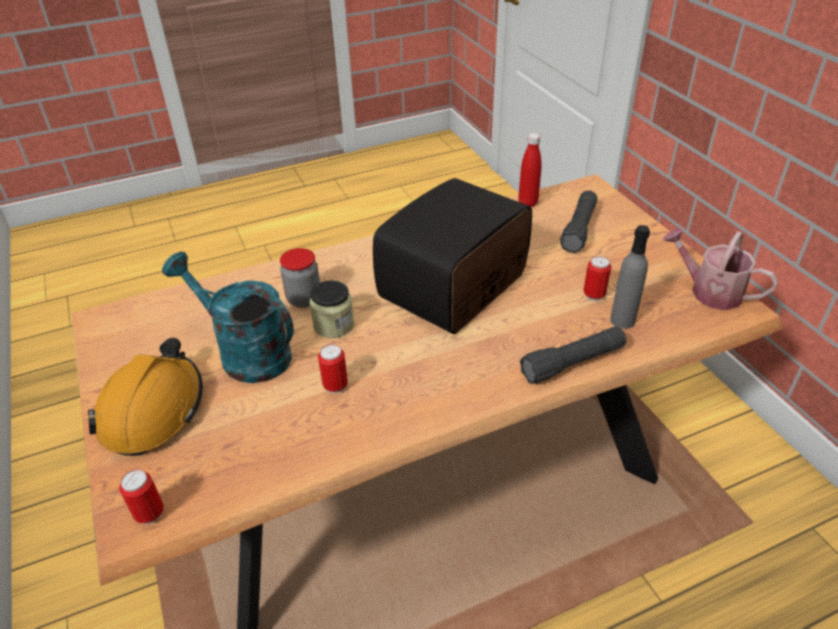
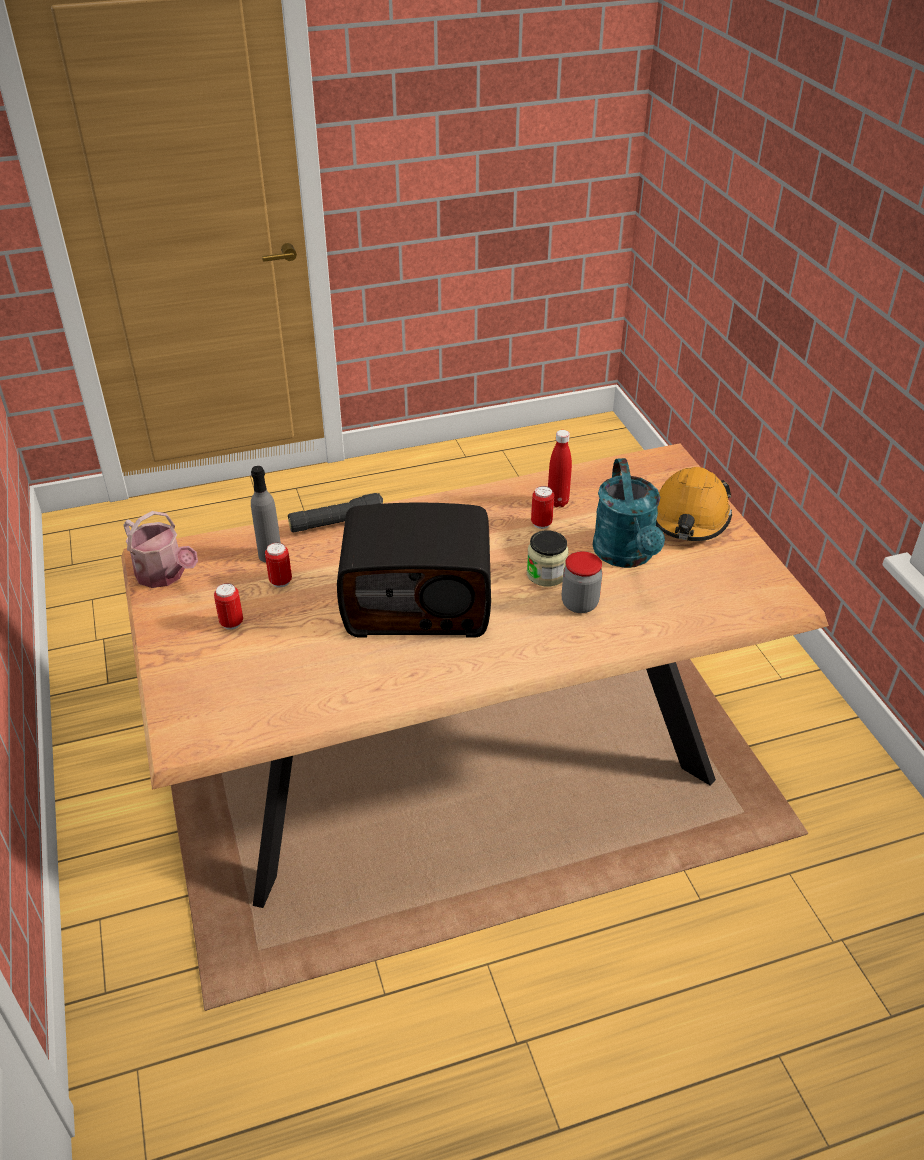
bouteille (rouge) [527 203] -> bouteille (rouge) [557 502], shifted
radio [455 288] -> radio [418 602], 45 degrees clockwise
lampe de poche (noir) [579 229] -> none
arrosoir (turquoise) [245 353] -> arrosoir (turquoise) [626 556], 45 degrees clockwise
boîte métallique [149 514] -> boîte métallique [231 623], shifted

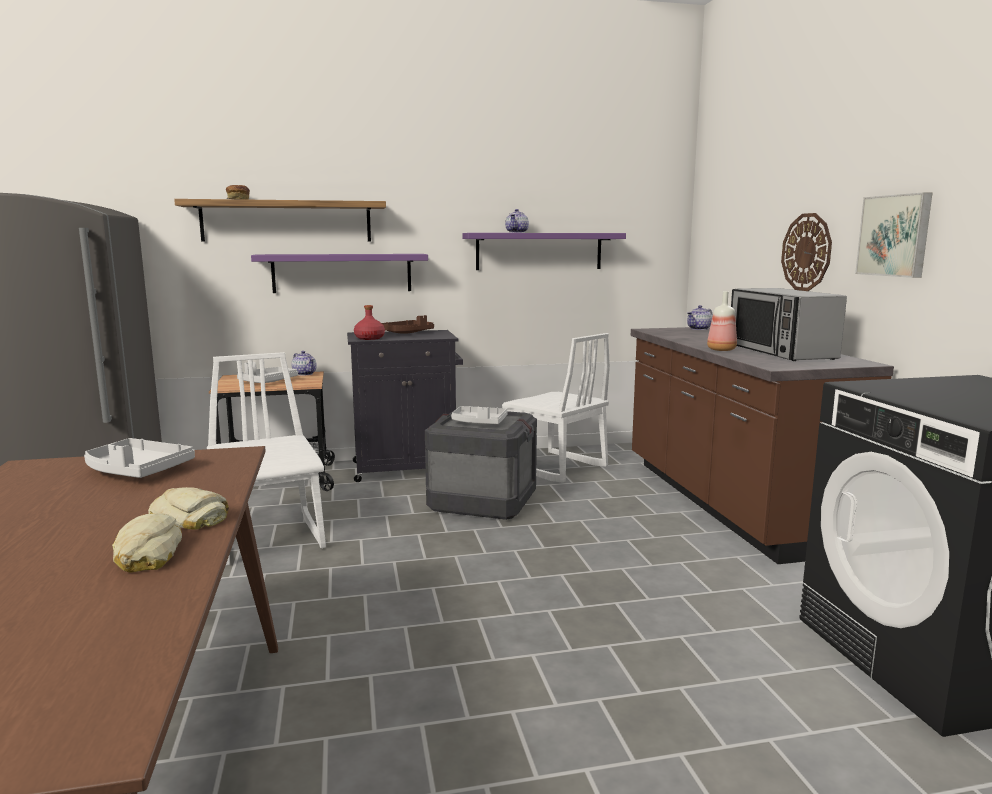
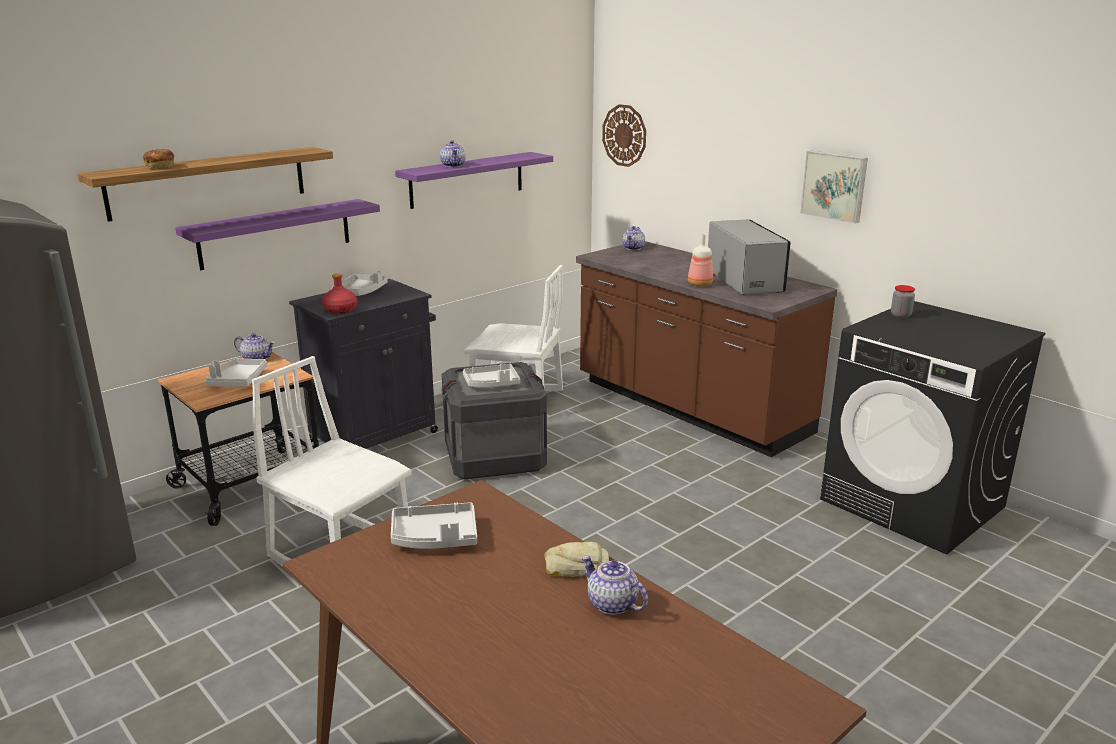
horloge murale [806 252] -> horloge murale [624 135], shifted
micro-ondes [780 352] -> micro-ondes [744 280], 150 degrees counterclockwise
plateau (marron) [407 333] -> plateau (gris) [360 292]
pain [146 554] -> théière [611 604]
none -> bocal [900 315]

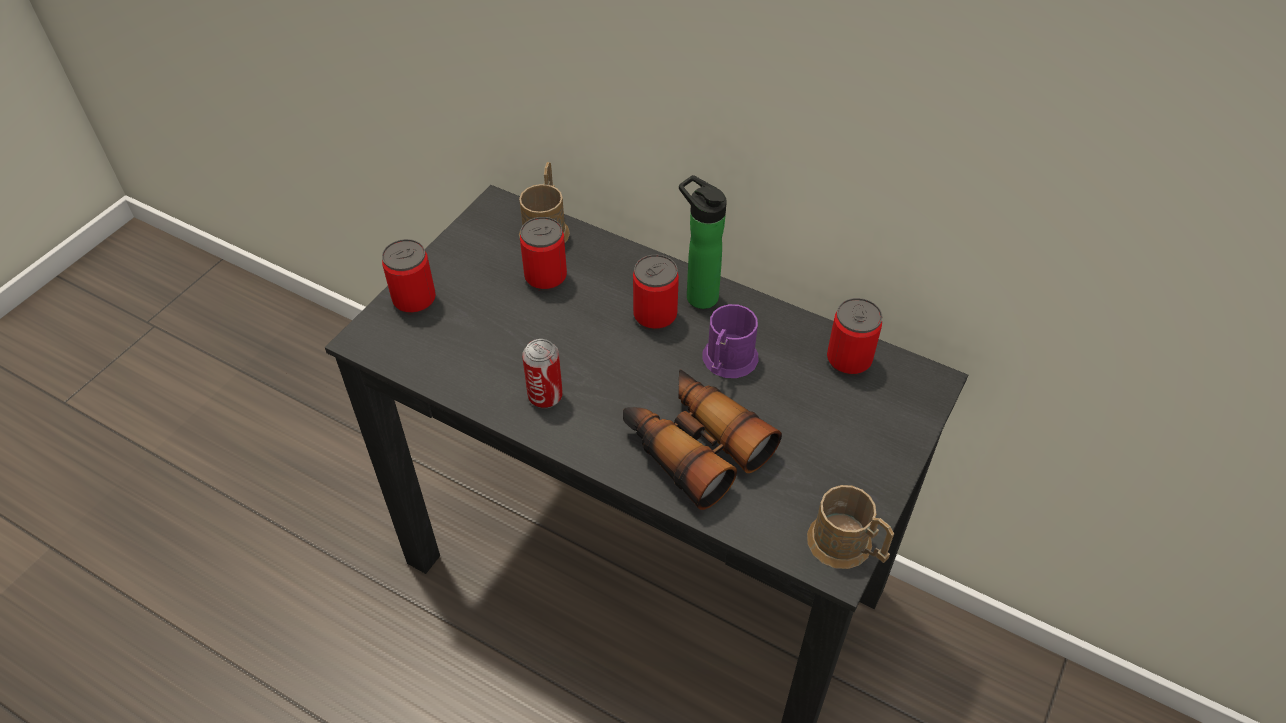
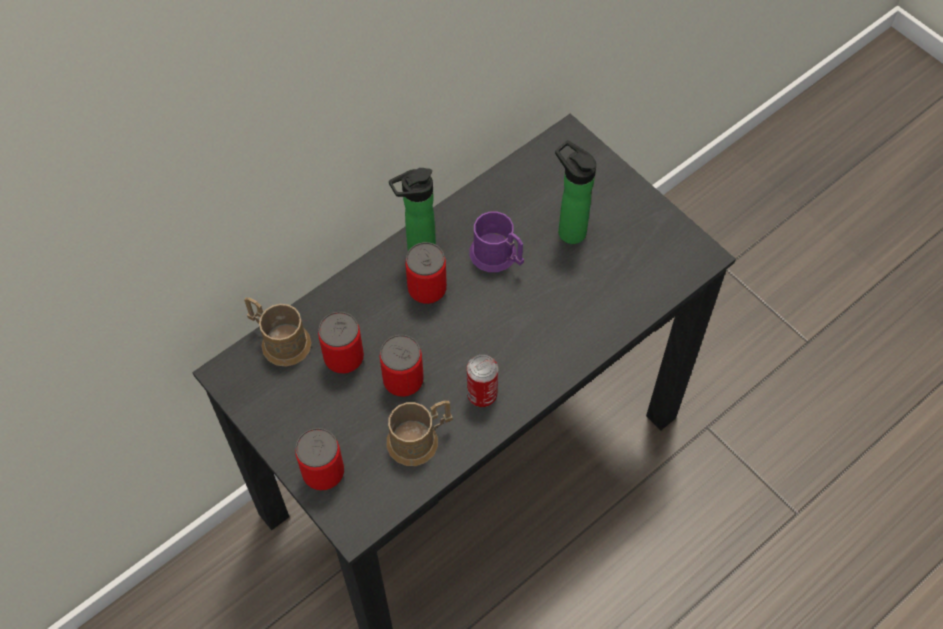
boîte métallique [848 360] -> boîte métallique [403 380], shifted
jumelles [694 446] -> none
mug (marron) [847 547] -> mug (marron) [420 439], shifted
none -> bouteille [568 230]

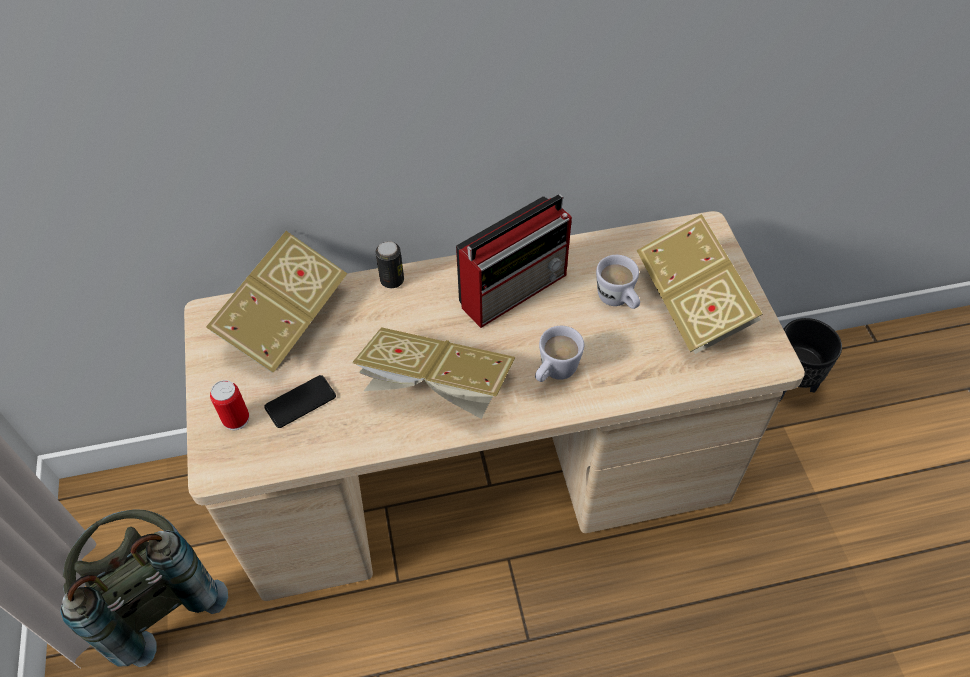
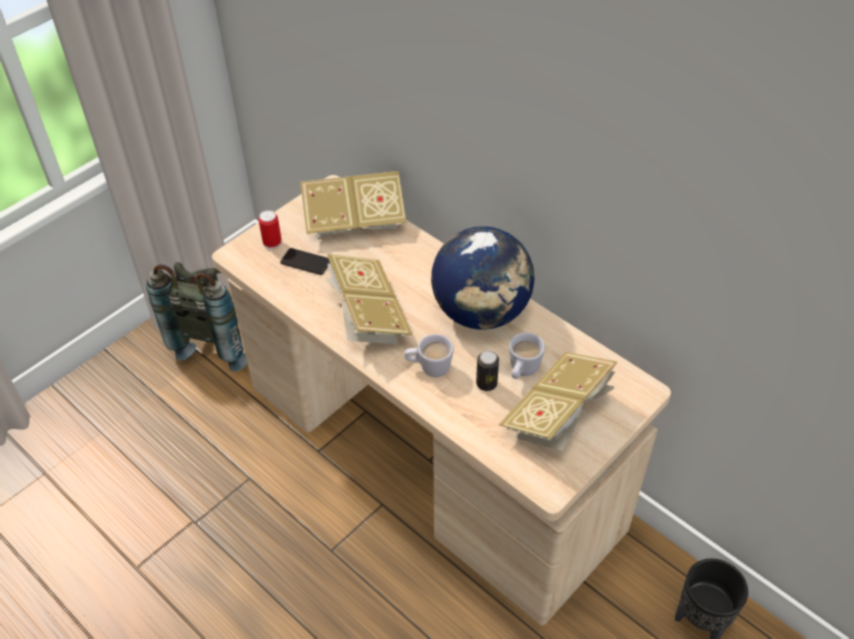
radio [515 288] -> globe [481 312]
boîte métallique [392 280] -> boîte métallique [486 383], shifted

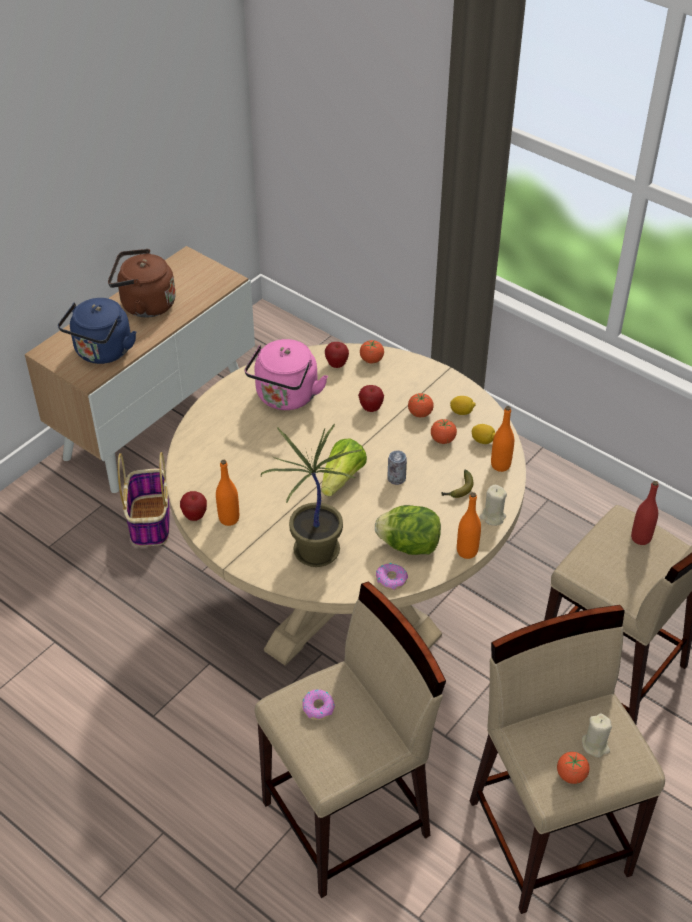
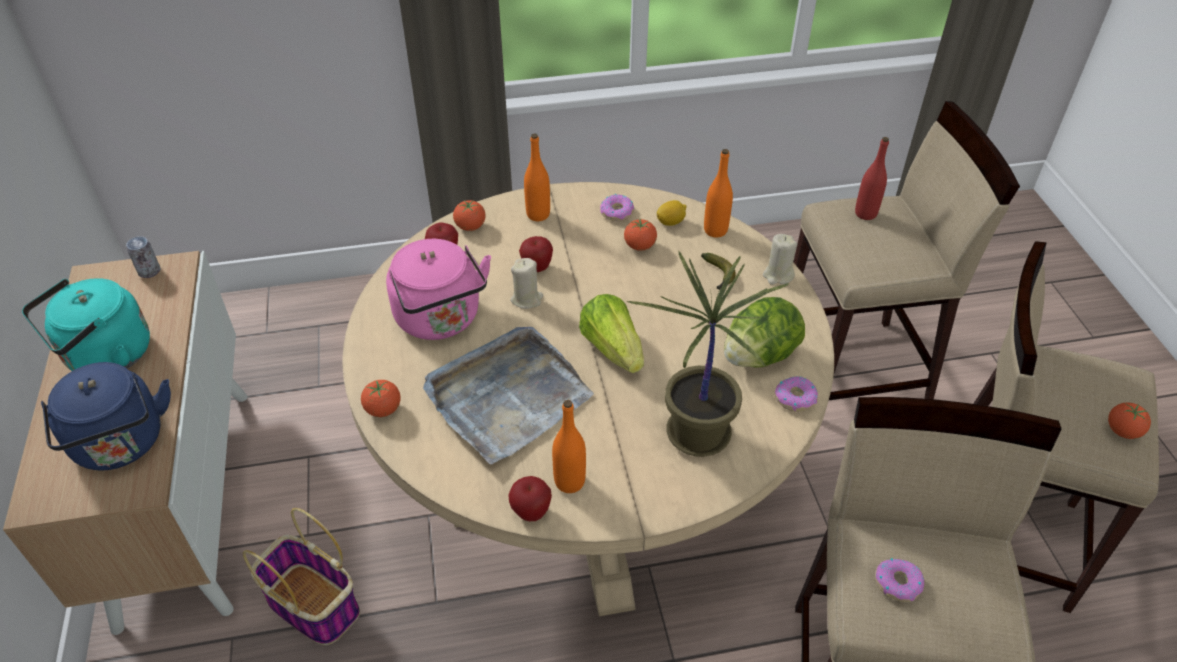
bouilloire (marron) [144 305] -> bouilloire (turquoise) [105 357]
tomate [420 413] -> tomate [383 409], shifted
citron [462 412] -> beignet [617 212]
boîte métallique [396 478] -> boîte métallique [149 271], shifted
bouteille (orange) [467 551] -> bouteille (orange) [538 214], shifted
bougie (beige) [595 745] -> bougie (beige) [527 299], shifted
none -> plateau (gris) [507 397]

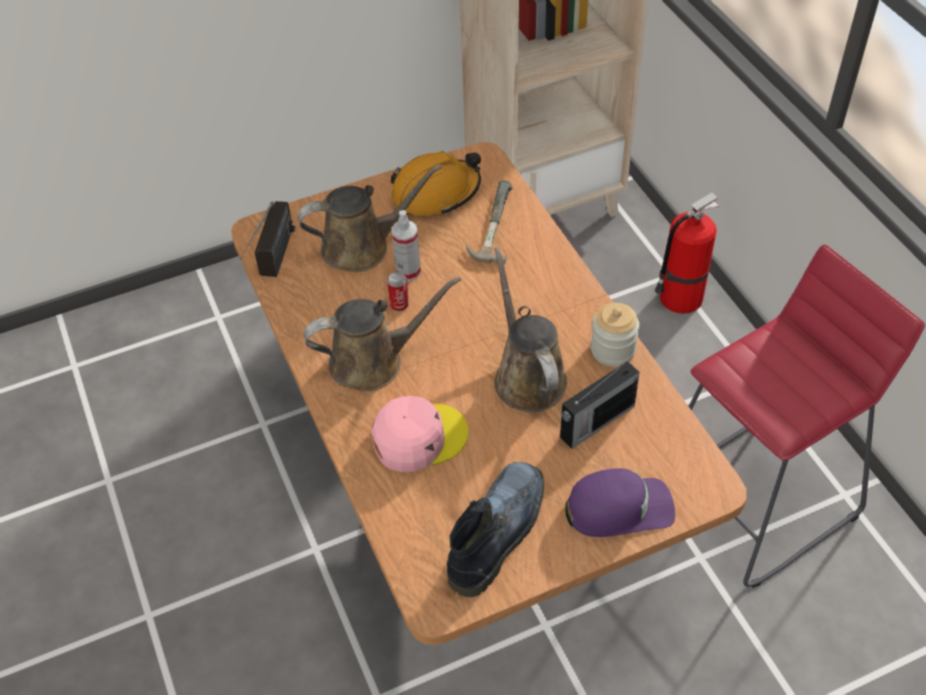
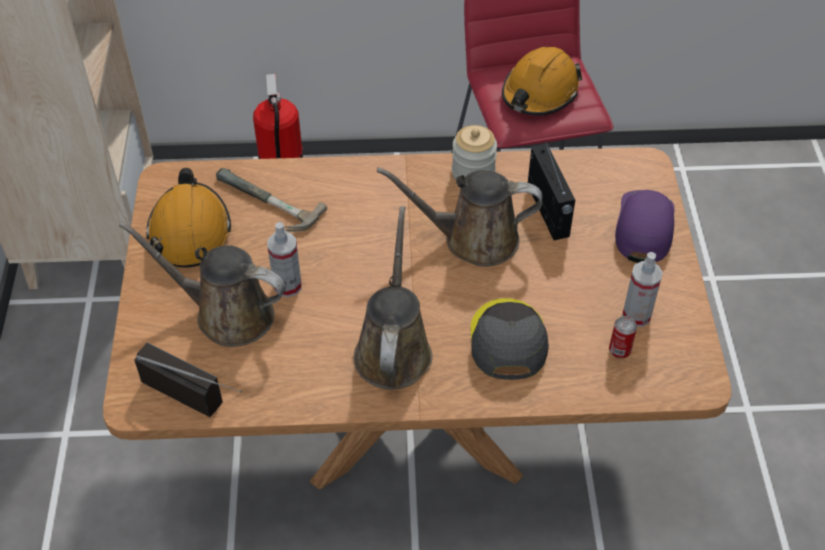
arrosoir (marron) [362 247] -> arrosoir (marron) [227 314], 75 degrees counterclockwise
boîte métallique [399 305] -> boîte métallique [619 350], shifted
casquette (rose) [418 437] -> casquette (gris) [507 340]
botte [497 531] -> vaporisateur [636 315]
none -> casque de chantier (orange) [539 93]

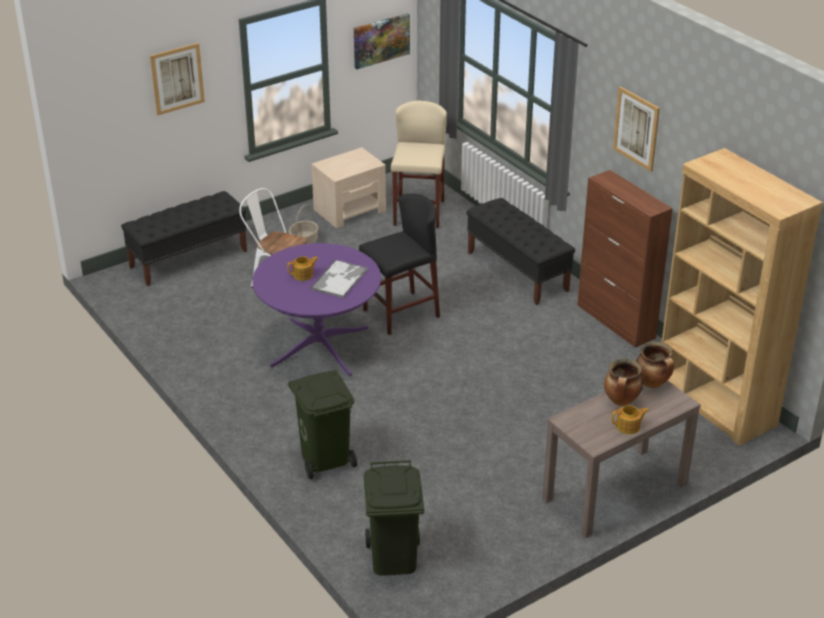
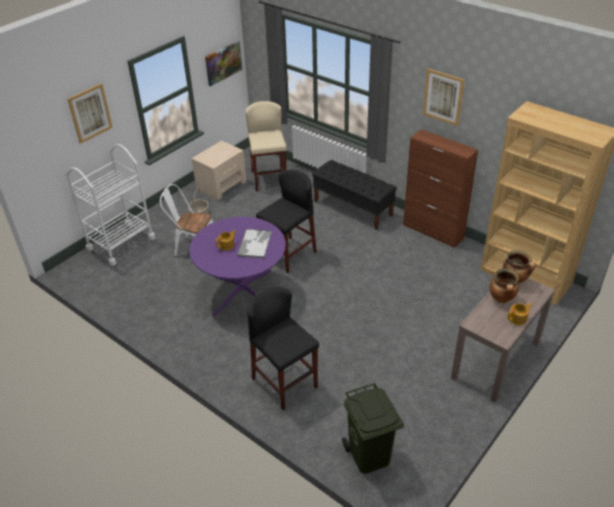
banc (noir) [189 259] -> chariot (blanc) [121 243]
poubelle (vert) [326 459] -> tabouret (noir) [284 383]

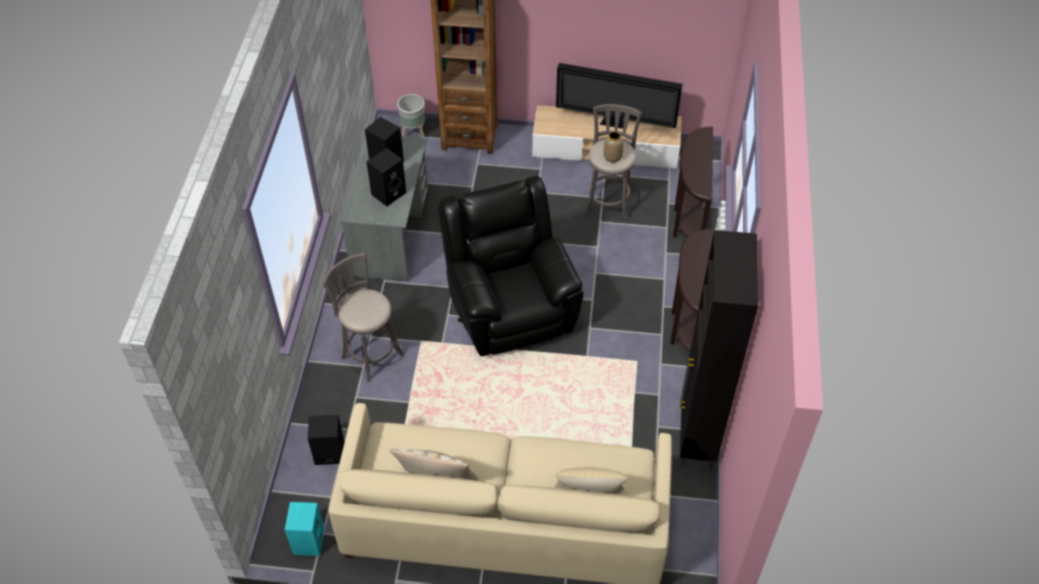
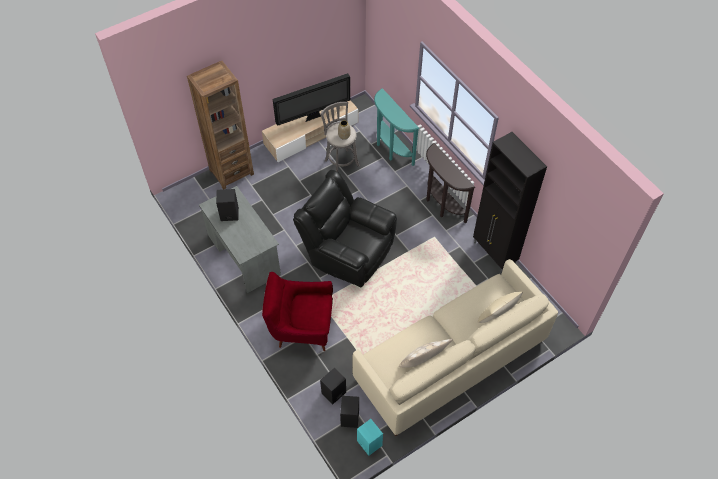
cache-pot (gris) [413 134] -> none
table console (marron) [687 224] -> table console (turquoise) [391 149]
enceinte (noir) [389 193] -> enceinte (noir) [349 417], shifted
tabouret (gris) [370 354] -> fauteuil (rouge) [301 327]

